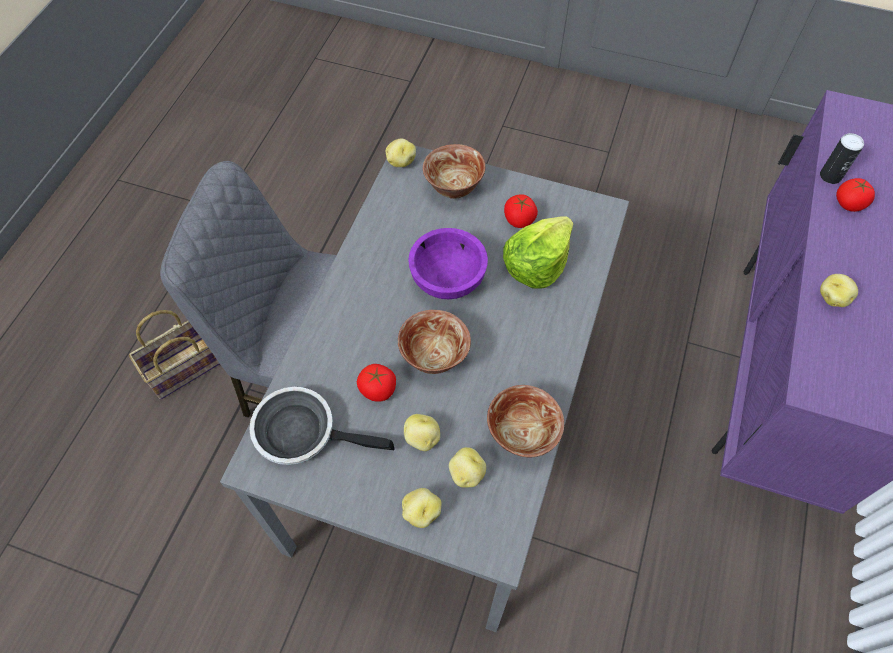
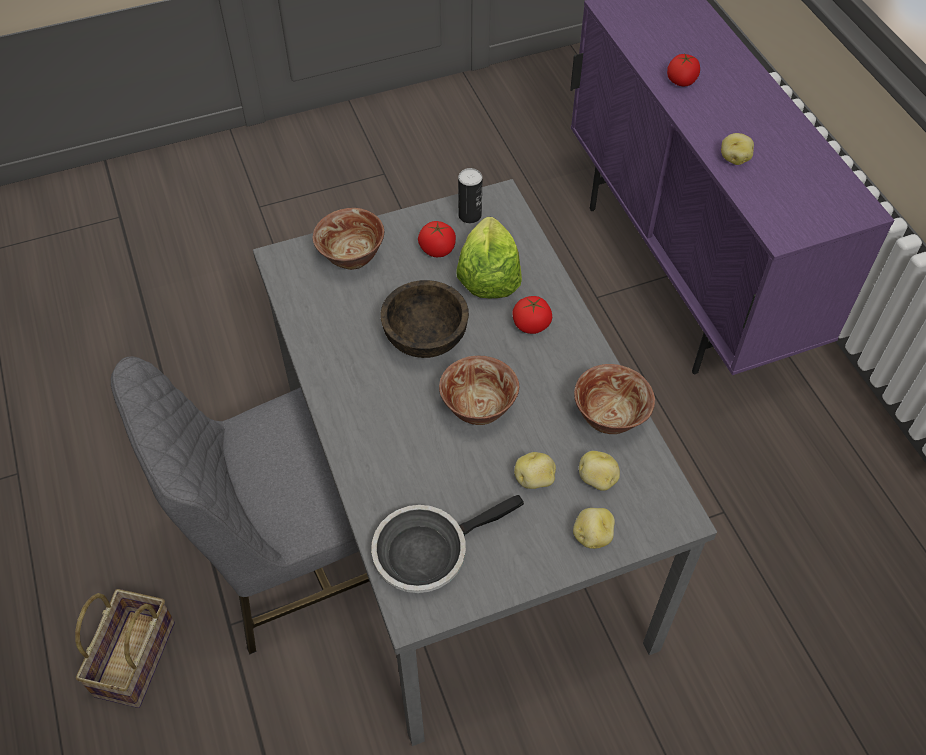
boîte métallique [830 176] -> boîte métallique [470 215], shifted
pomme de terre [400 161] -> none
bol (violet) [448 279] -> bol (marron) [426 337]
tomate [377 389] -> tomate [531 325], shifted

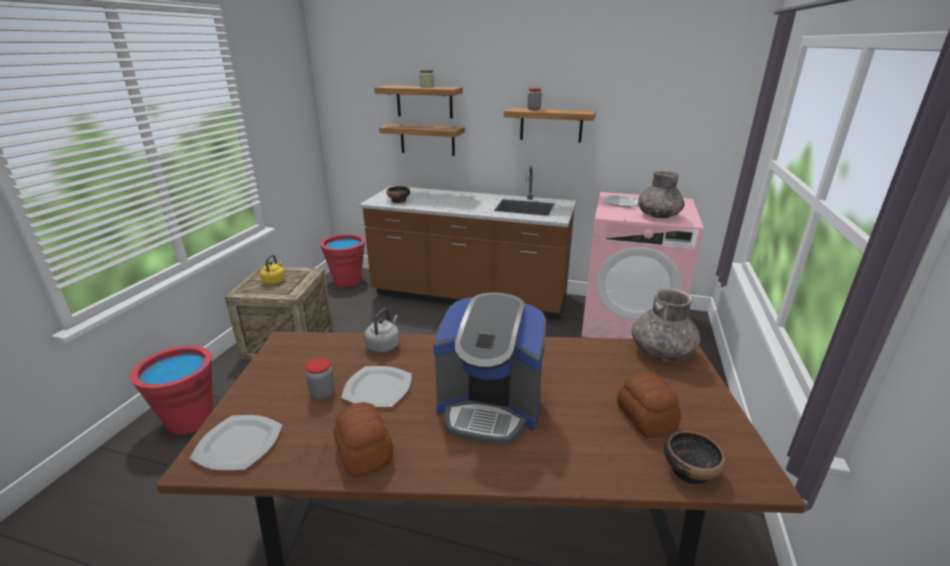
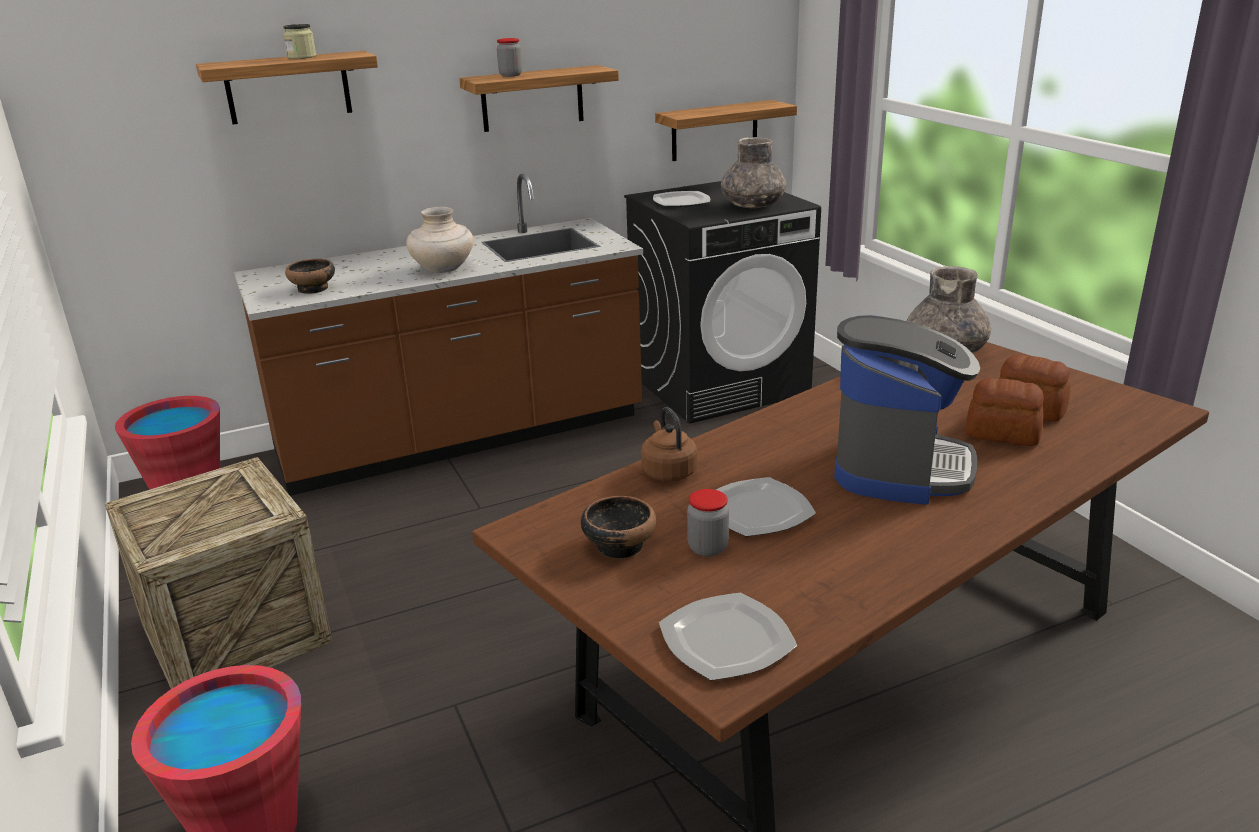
étagère [427 139] -> étagère [714 131], shifted
lave-linge (rose) [628 322] -> lave-linge (noir) [720 384]
bouilloire (jaune) [274 281] -> none
machine à café [489 407] -> machine à café [899 467], 45 degrees counterclockwise
bouilloire (gris) [384 345] -> bouilloire (marron) [668 471]
pain [365 452] -> pain [1001 433], shifted
bol [689 470] -> bol [619 545], shifted
none -> vase (beige) [443 269]

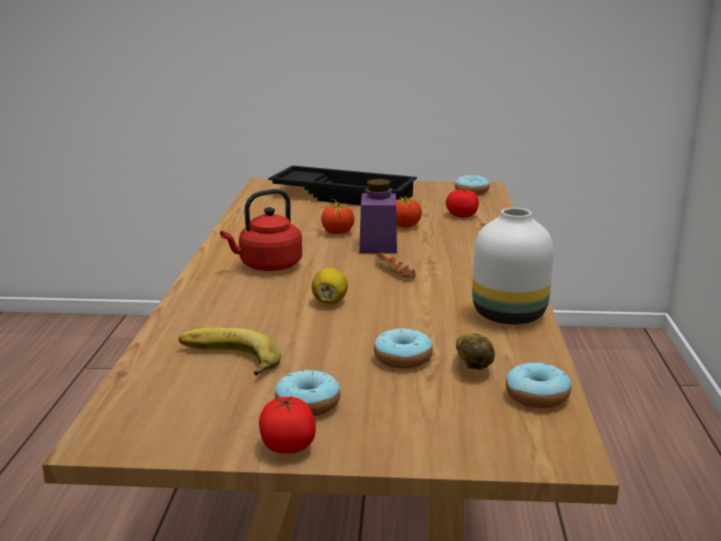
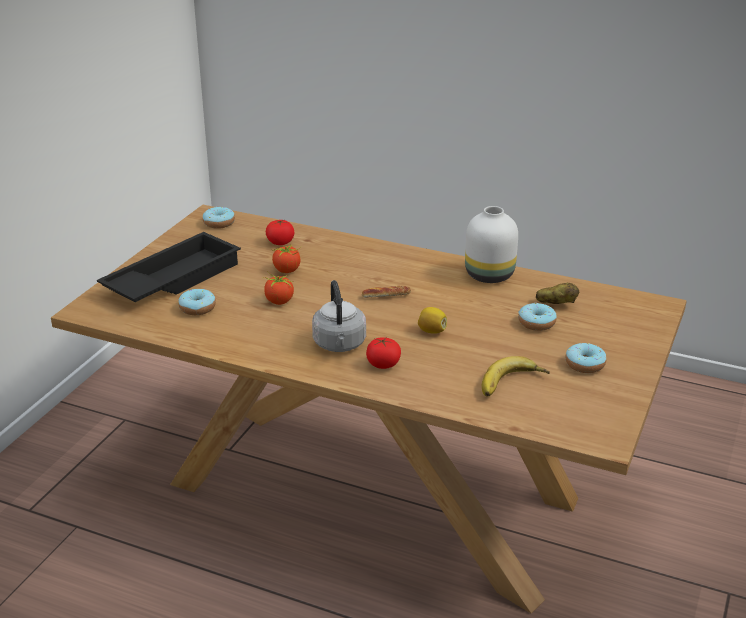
bocal (violet) [378 245] -> none
bouilloire (rouge) [267 266] -> bouilloire (gris) [339 345]
beignet [537 396] -> beignet [197 308], shifted
tomate [287 447] -> tomate [383 364], shifted

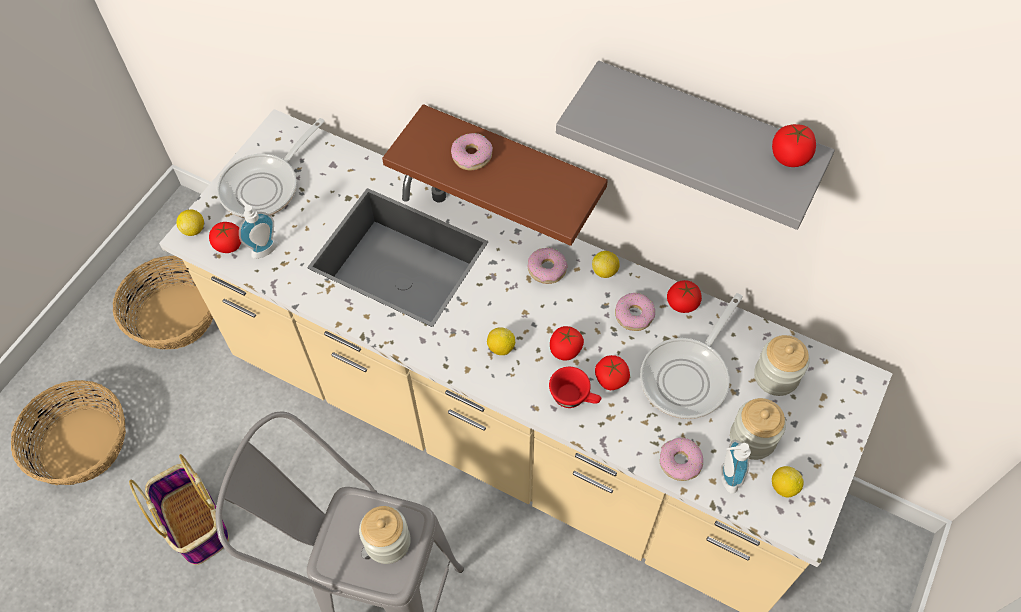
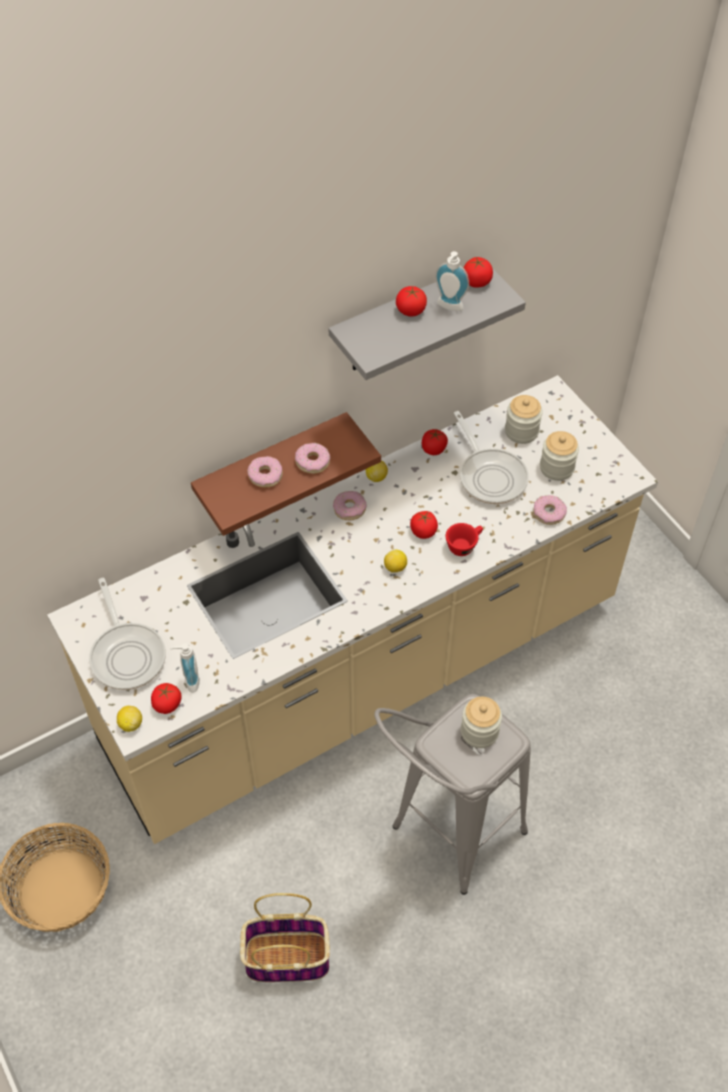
beignet [634 315] -> beignet [312 462], shifted
tomate [610 379] -> tomate [410 310], shifted
panier [83 445] -> none
distributeur de savon [725 478] -> distributeur de savon [449 307], shifted
citron [783 487] -> none

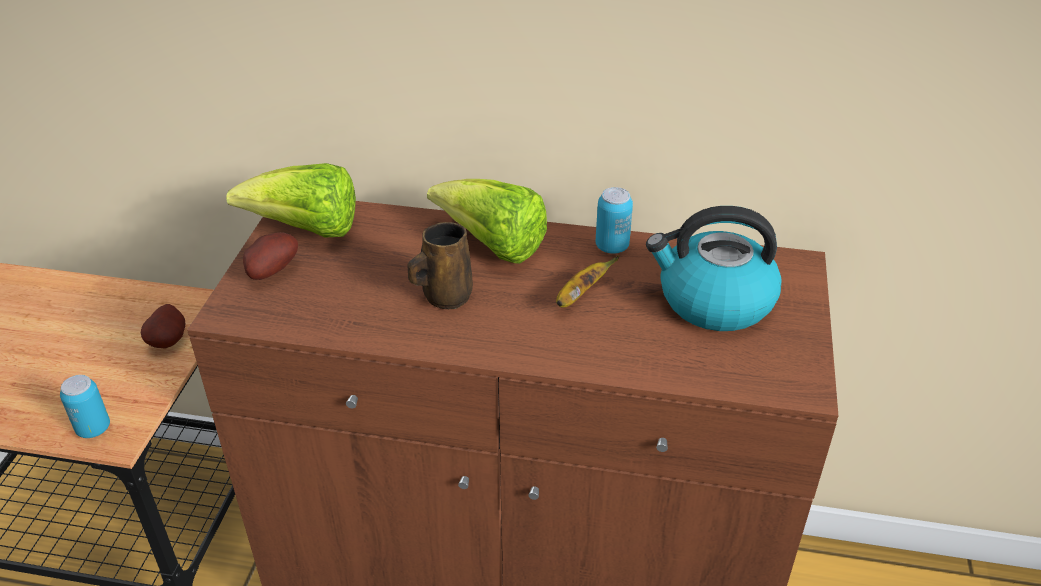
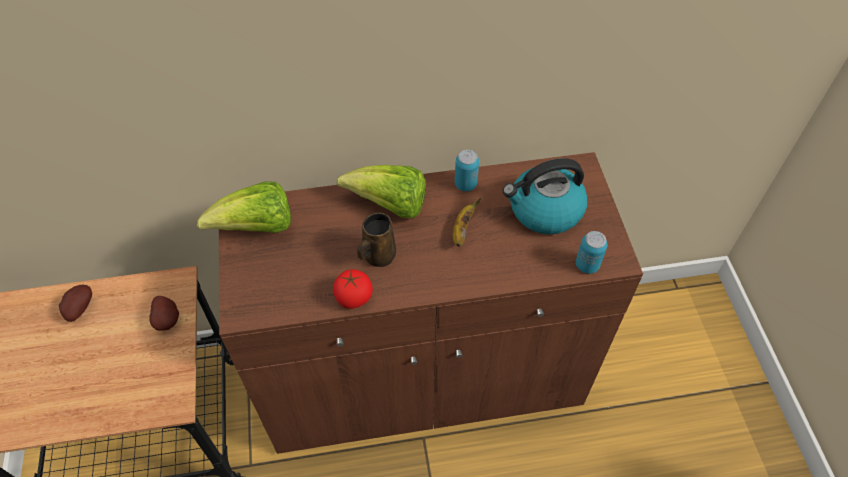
pomme de terre [271 271] -> pomme de terre [79 308], shifted
boîte métallique [93 428] -> boîte métallique [587 265], shifted
none -> tomate [353 297]

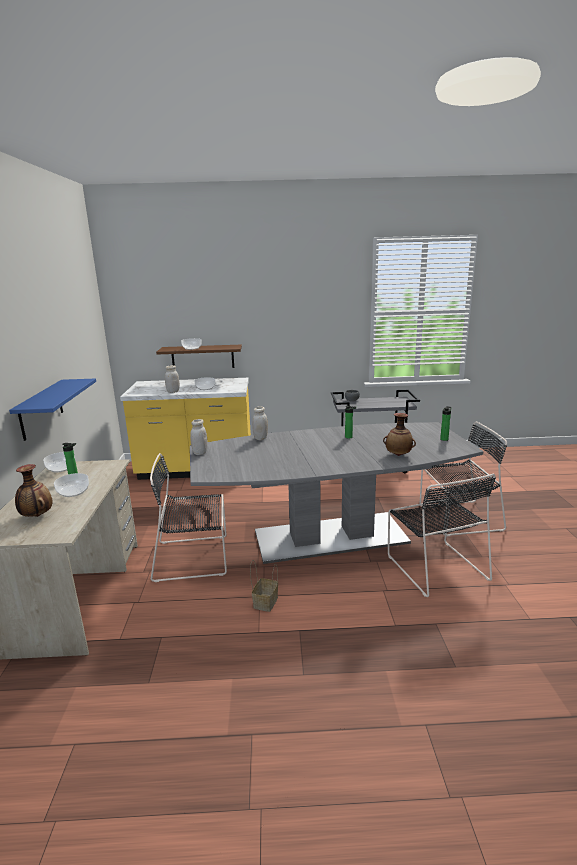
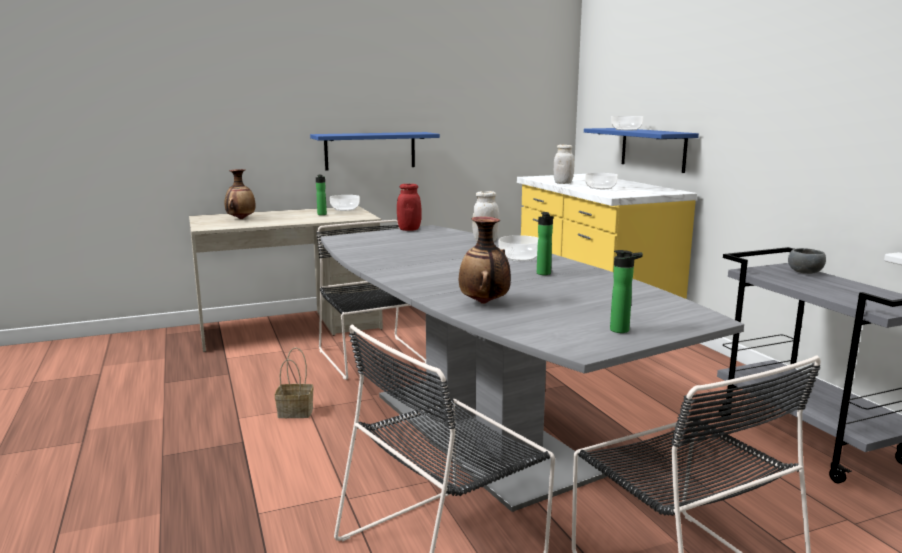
étagère (marron) [202 357] -> étagère (bleu) [653 149]
bocal (blanc) [200 453] -> bocal (rouge) [409 229]
bol [73 492] -> bol [519 258], shifted

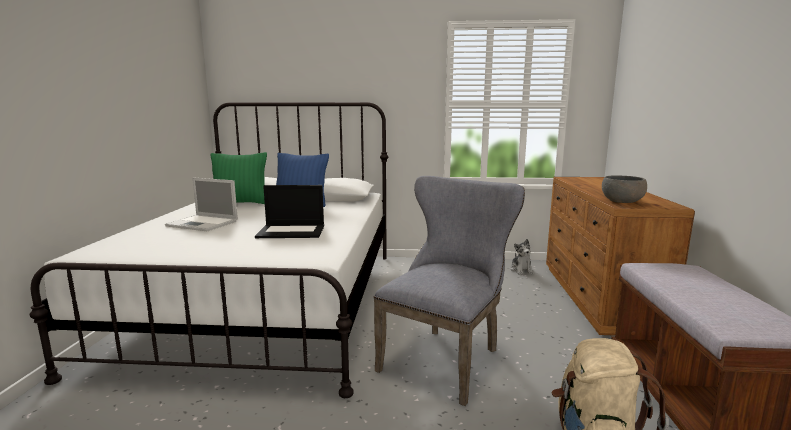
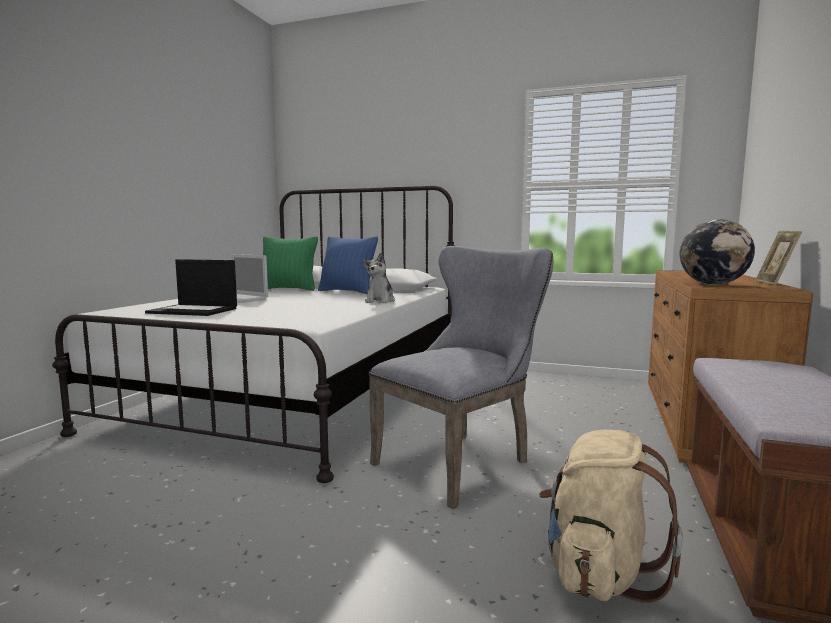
bol (gris) [622 201] -> globe [713 284]
ordinateur portable [292 231] -> ordinateur portable [194 310], shifted
peluche [521 270] -> peluche [380 301], shifted
none -> cadre photo [774 283]

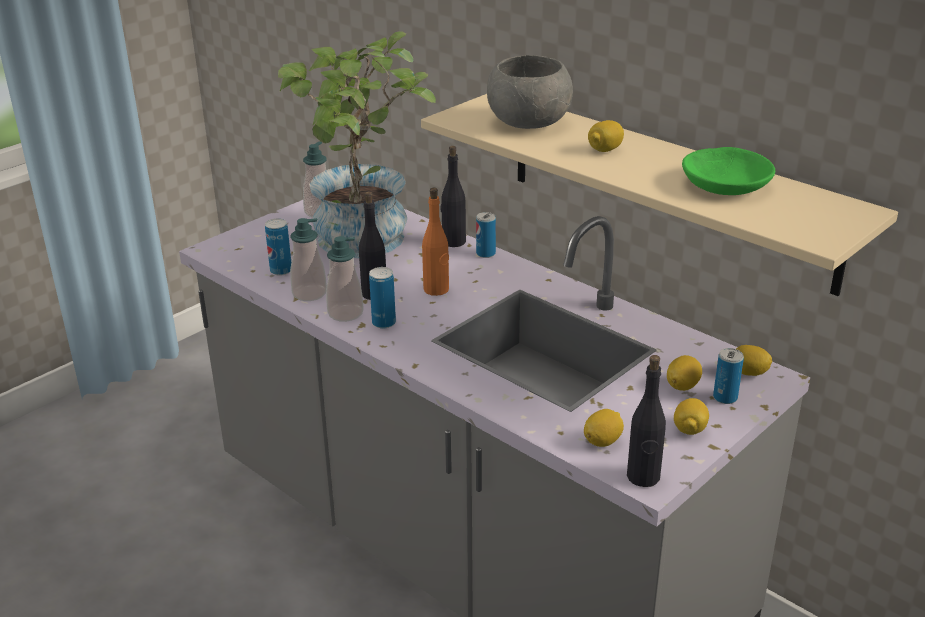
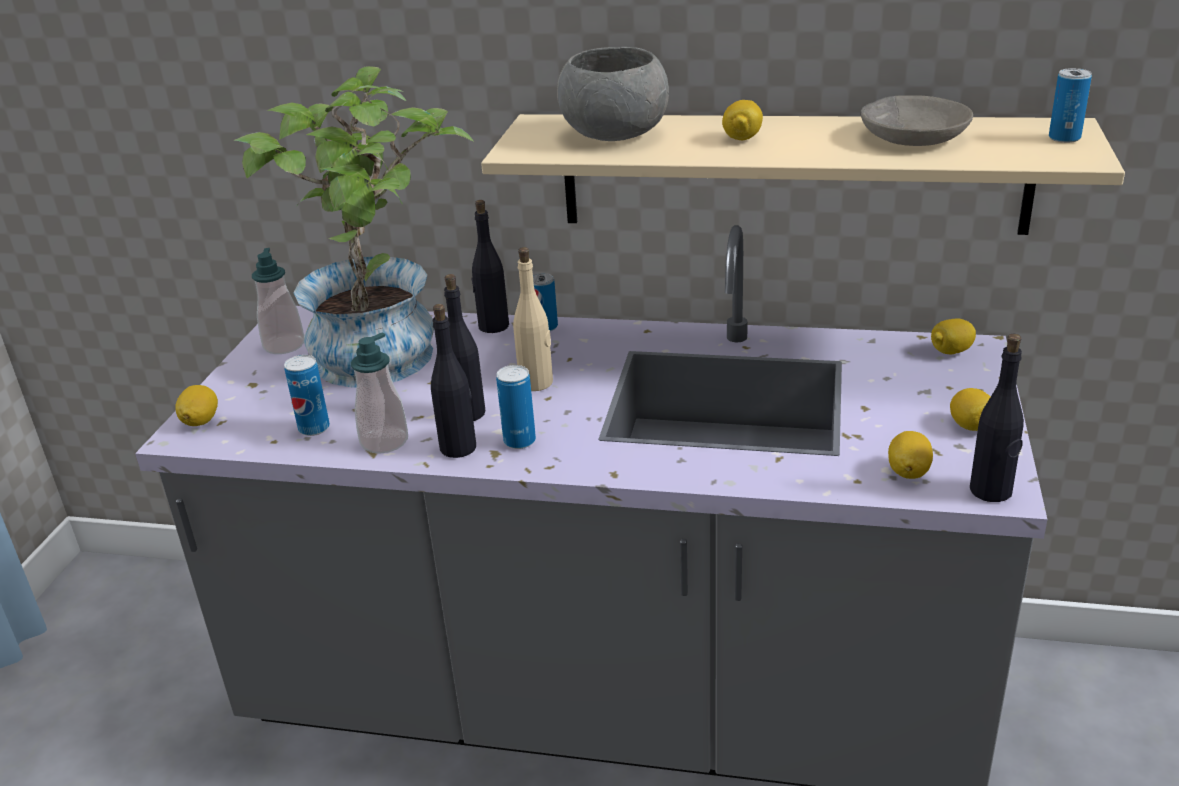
bol (vert) [725 184] -> bol (gris) [912 136]
bouteille (orange) [436 289] -> bouteille (beige) [536 383]
distributeur de savon [345 313] -> bouteille (noir) [459 447]
boîte métallique [725 397] -> boîte métallique [1064 138], shifted
citron [682 386] -> citron [201 421], shifted

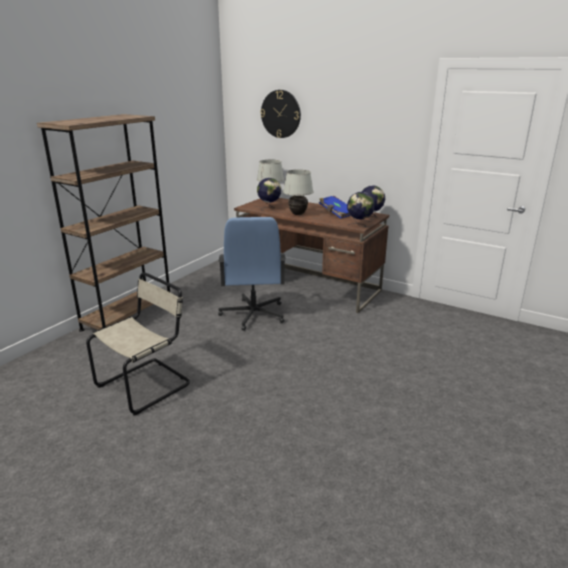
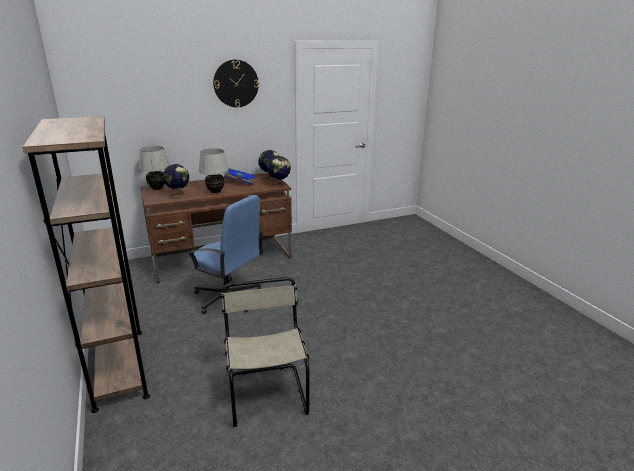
horloge murale [281 114] -> horloge murale [236 83], shifted

